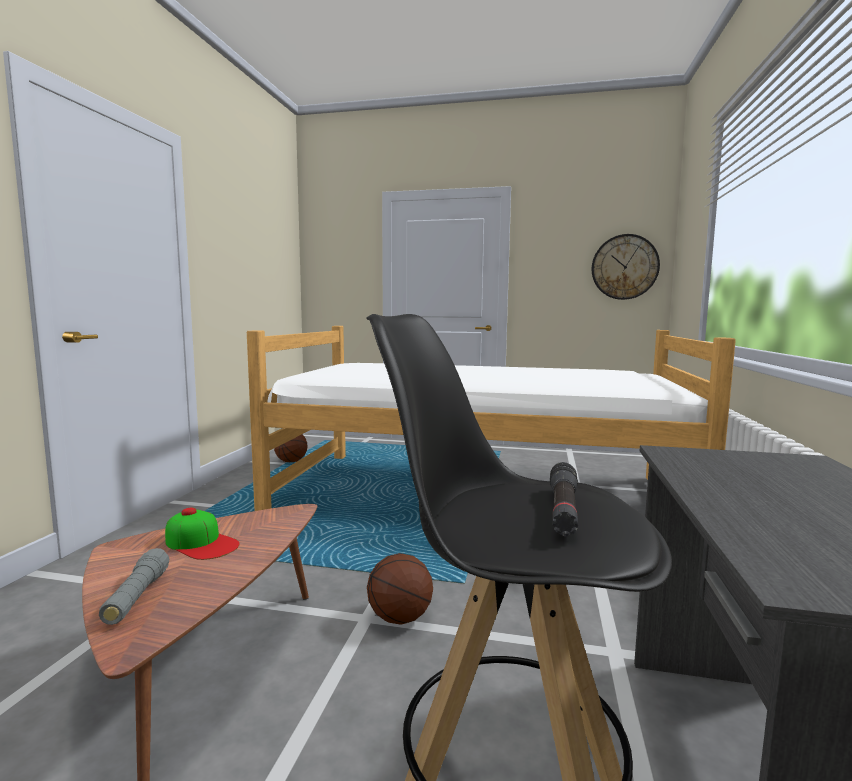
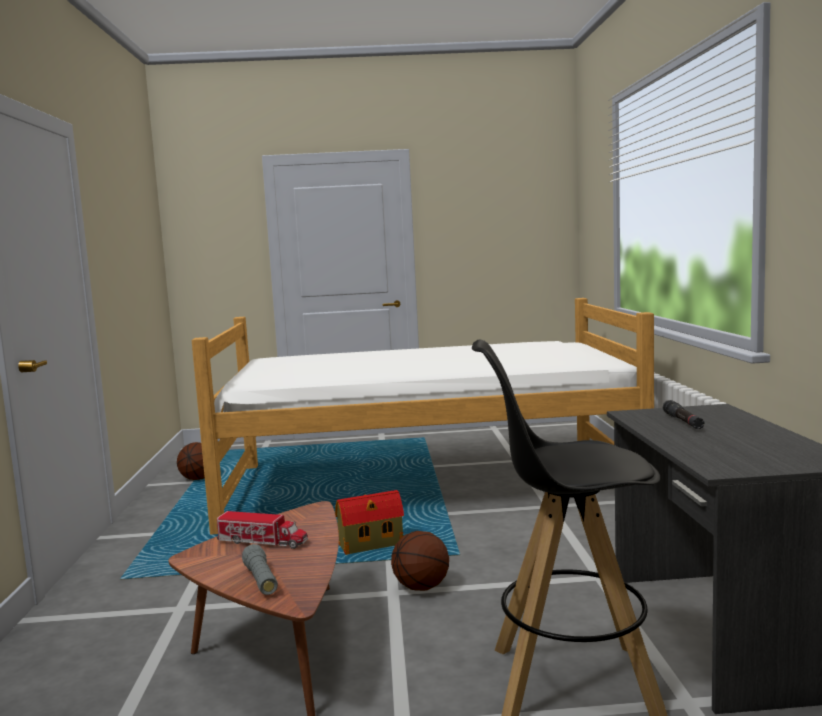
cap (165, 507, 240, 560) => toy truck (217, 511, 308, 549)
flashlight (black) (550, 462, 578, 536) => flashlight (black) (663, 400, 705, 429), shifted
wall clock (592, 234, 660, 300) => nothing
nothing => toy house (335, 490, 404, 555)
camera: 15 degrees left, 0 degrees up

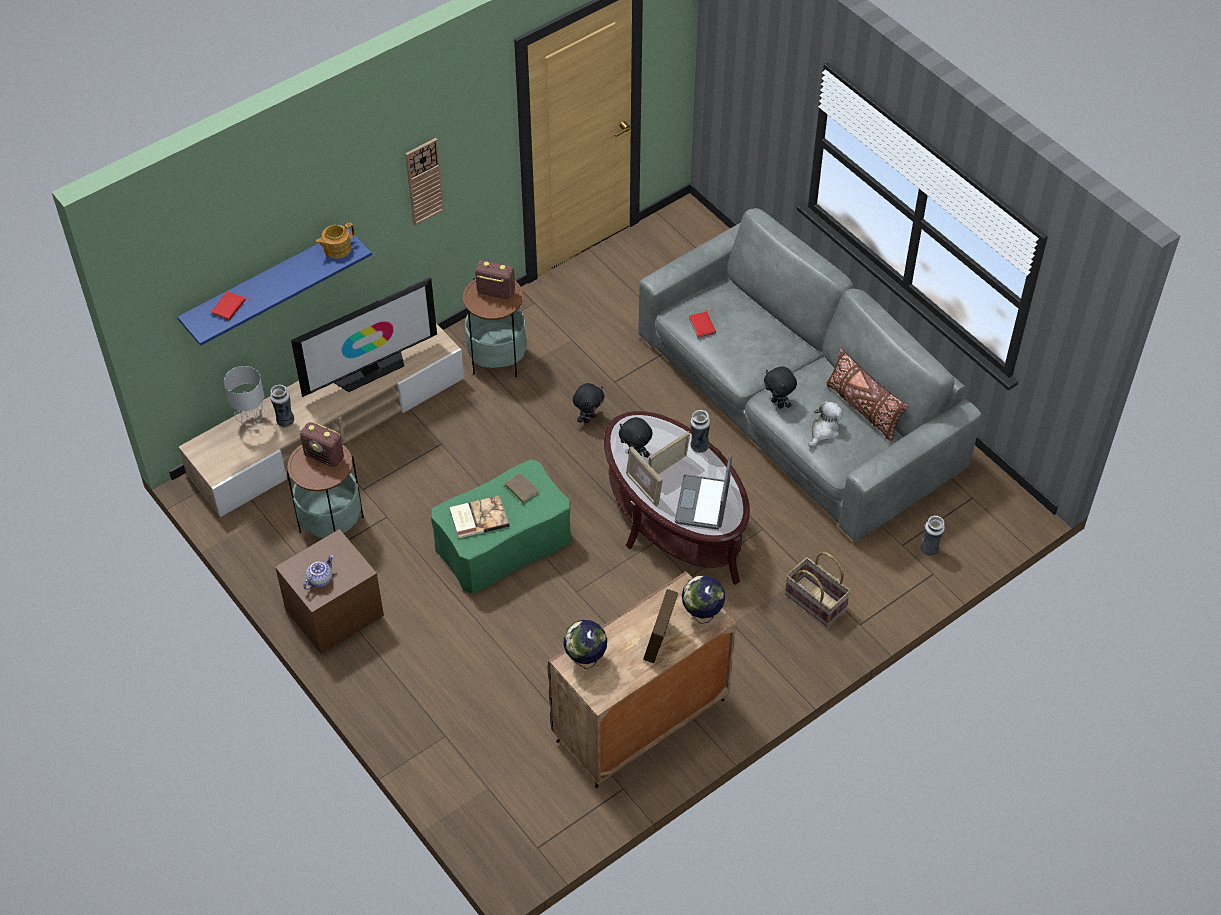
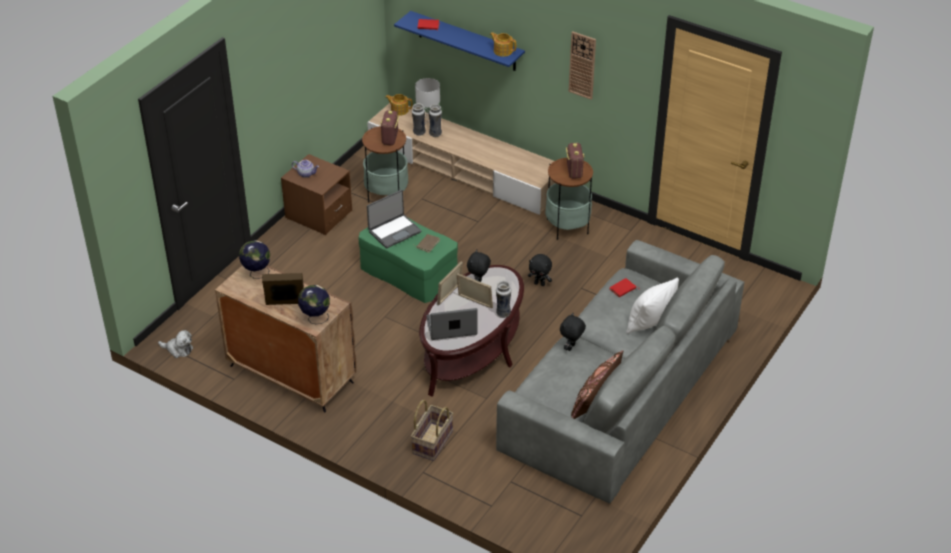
television (291, 277, 437, 397) => nothing
book (450, 495, 509, 539) => laptop (367, 190, 421, 248)
plush toy (808, 401, 843, 447) => plush toy (158, 330, 193, 358), shifted
vase (920, 515, 945, 556) => vase (412, 103, 426, 136), shifted
nothing => teapot (386, 94, 412, 116)
nothing => pillow (white) (626, 278, 679, 334)
camera: 70 degrees right, 10 degrees down

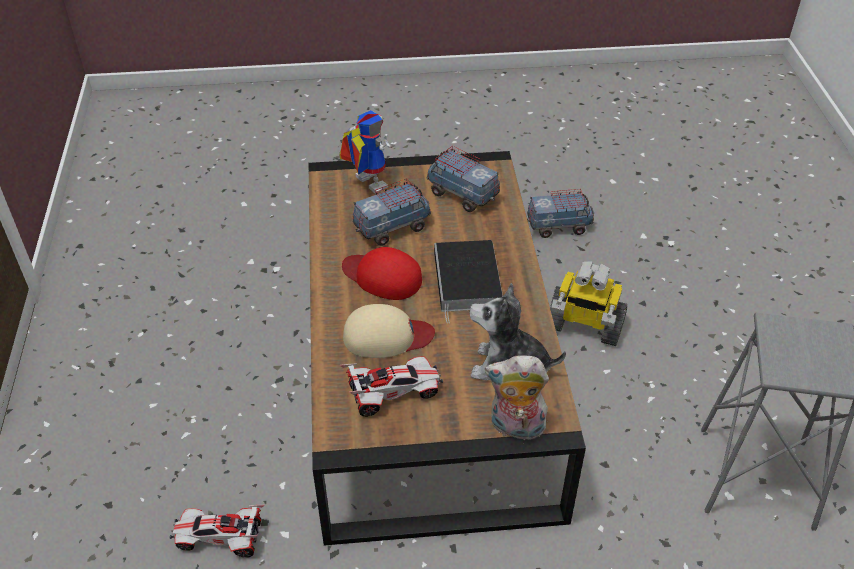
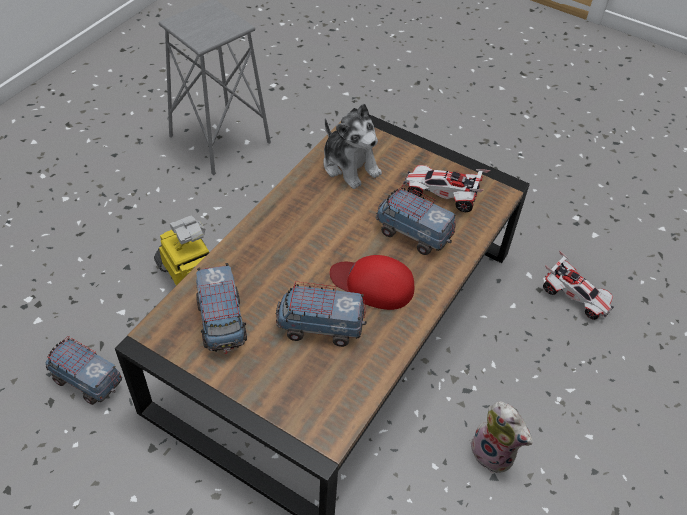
toy robot (339, 110, 394, 193) => nothing
cap (red) (342, 247, 422, 300) => cap (red) (330, 255, 414, 310), 135 degrees clockwise
cap (beige) (343, 304, 435, 358) => toy truck (376, 184, 456, 255)
book (434, 240, 503, 324) => nothing
plush toy (485, 355, 549, 444) => plush toy (471, 401, 533, 473), shifted
camera: 145 degrees left, 5 degrees up

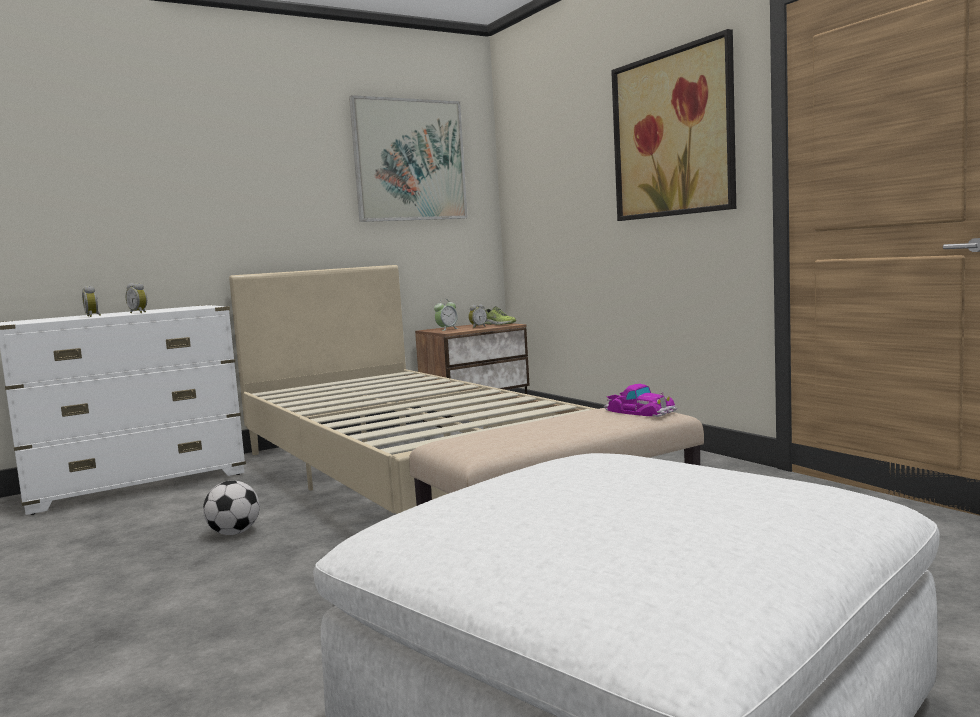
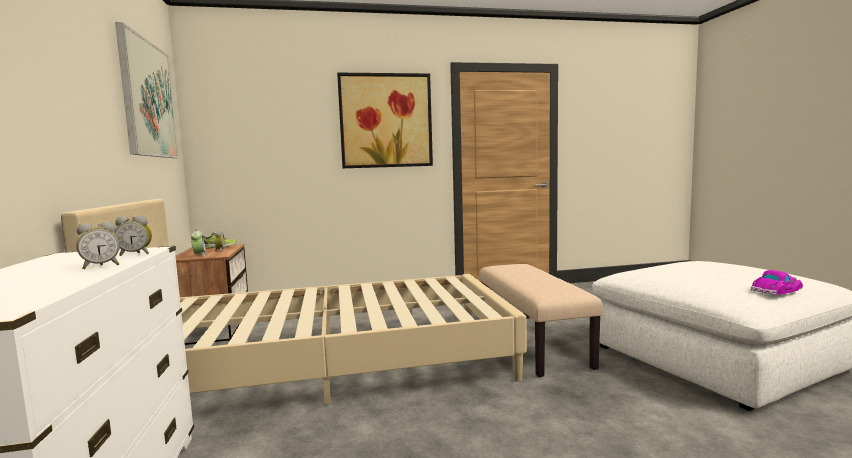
alarm clock (82, 286, 101, 317) => alarm clock (114, 215, 152, 256), shifted
football (203, 480, 260, 535) => nothing
toy car (604, 384, 677, 417) => toy car (751, 270, 803, 295), shifted
camera: 70 degrees left, 0 degrees up

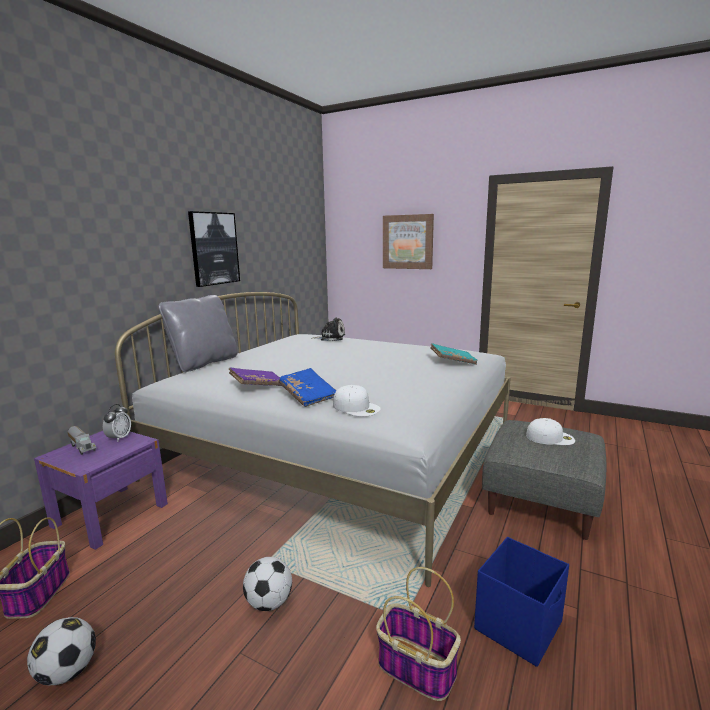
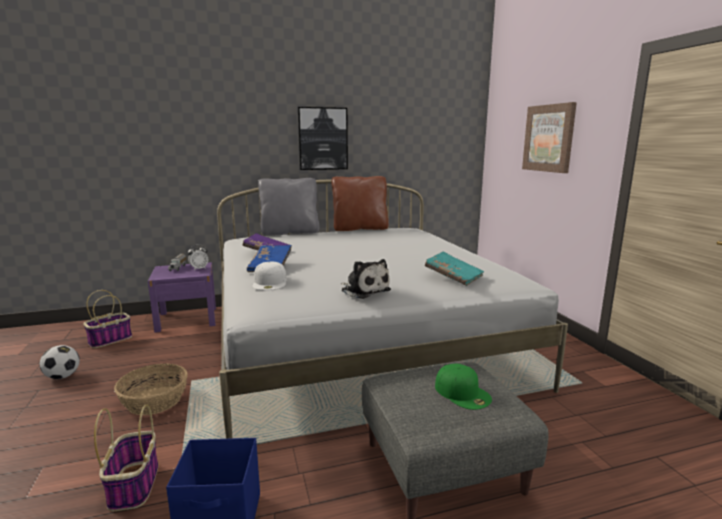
football (243, 557, 292, 611) => basket (114, 363, 188, 415)
plush toy (311, 318, 345, 341) => plush toy (341, 259, 391, 299), shifted
cap (white) (526, 418, 575, 445) => cap (green) (435, 363, 492, 410)
nothing => pillow (brown) (331, 176, 389, 231)
camera: 45 degrees right, 0 degrees up

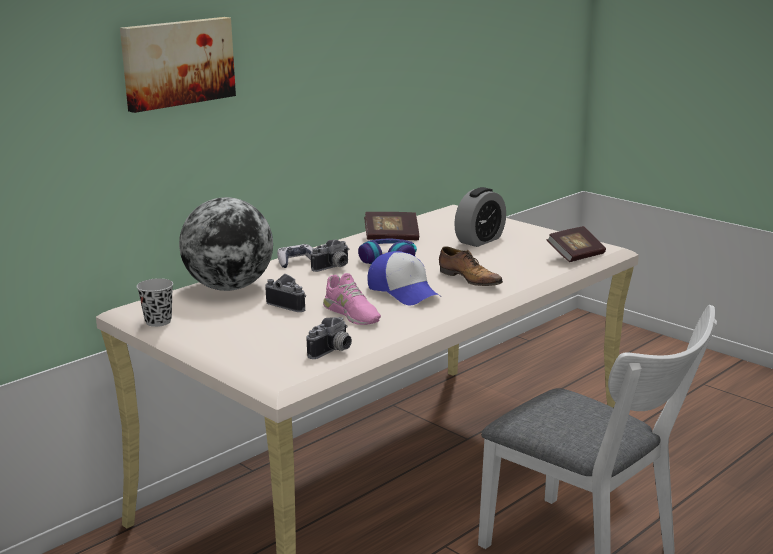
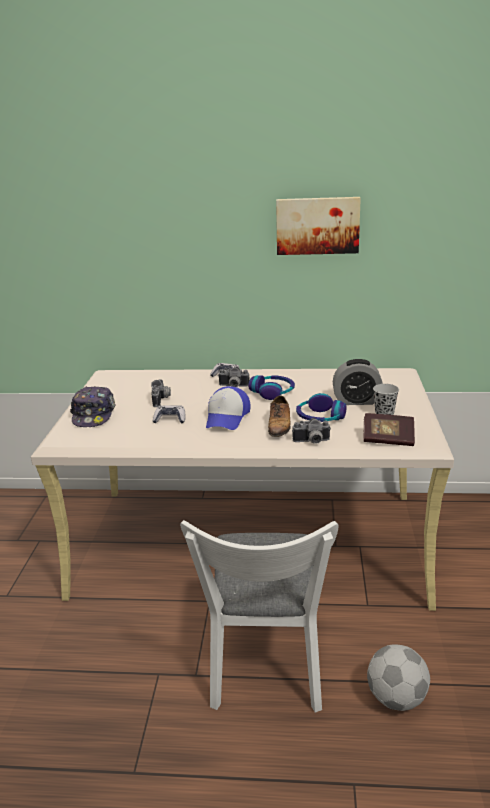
picture (120, 17, 236, 113) => picture (276, 197, 361, 255), shifted
cup (black) (137, 278, 173, 327) => cup (black) (373, 384, 399, 415), shifted
globe (179, 197, 273, 291) => nothing
photo camera (307, 317, 352, 359) => photo camera (292, 418, 331, 444), shifted
shoe (pink) (323, 273, 381, 325) => game controller (153, 405, 185, 423)
book (364, 212, 419, 240) => nothing
nothing => cap (70, 386, 116, 427)
nothing => headphones (296, 393, 347, 422)
nothing => football (367, 644, 430, 711)
camera: 50 degrees right, 5 degrees up

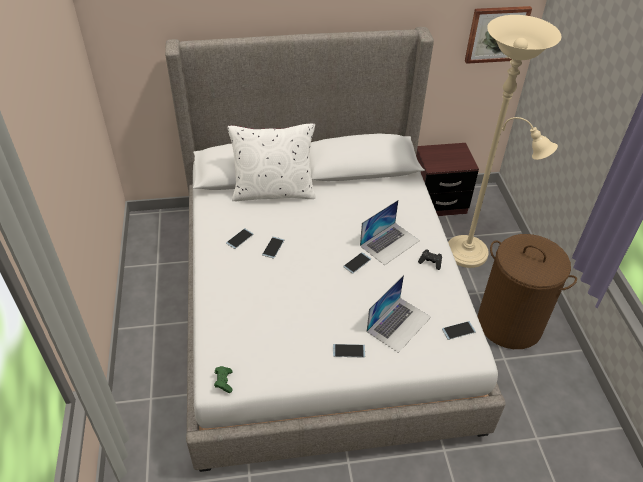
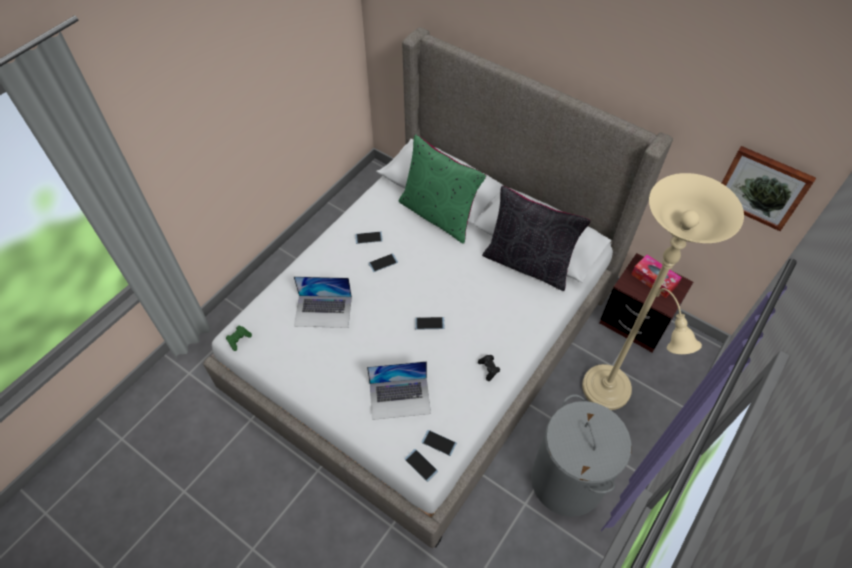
pillow (white) (227, 123, 316, 201) => pillow (green) (398, 134, 486, 244)
phone (333, 344, 365, 358) => phone (405, 449, 438, 482), shifted
laptop (360, 200, 420, 265) => laptop (294, 276, 352, 328), shifted
laundry basket (brown) (478, 234, 577, 349) => laundry basket (grey) (531, 394, 632, 517)
nothing => pillow (black) (482, 186, 591, 291)
nothing => tissue box (631, 255, 682, 298)
camera: 45 degrees right, 10 degrees up

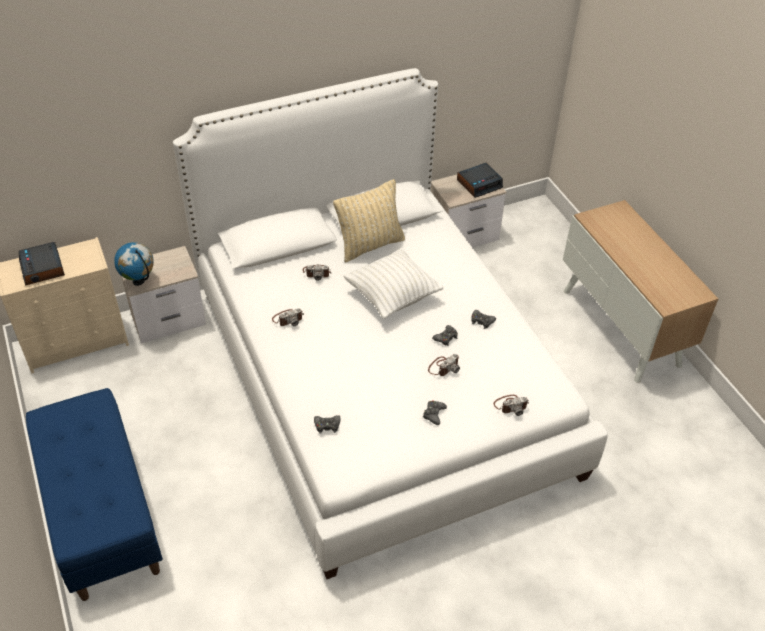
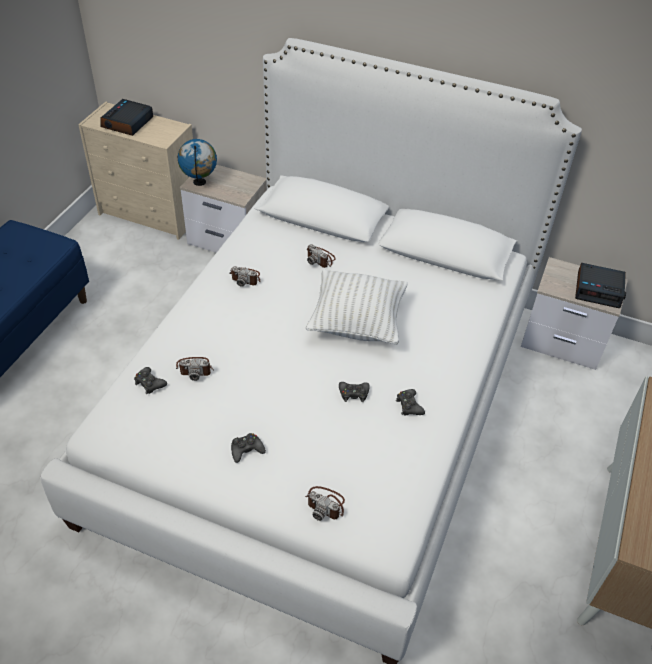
pillow (beige) (333, 179, 405, 262) => nothing
photo camera (428, 354, 460, 376) => photo camera (176, 357, 214, 381), shifted
camera: 45 degrees right, 0 degrees up

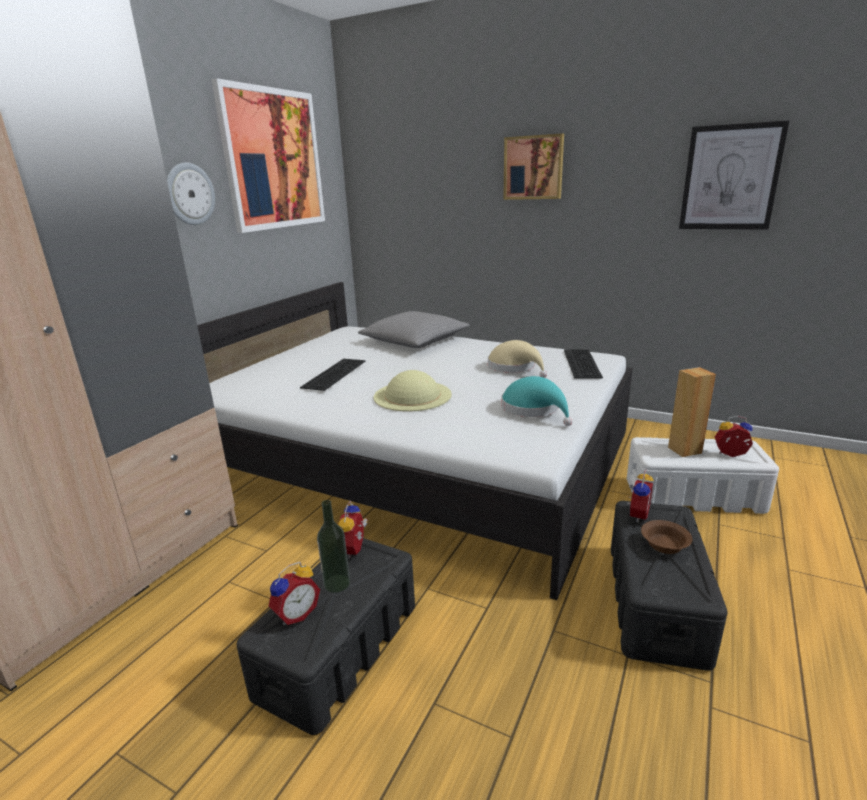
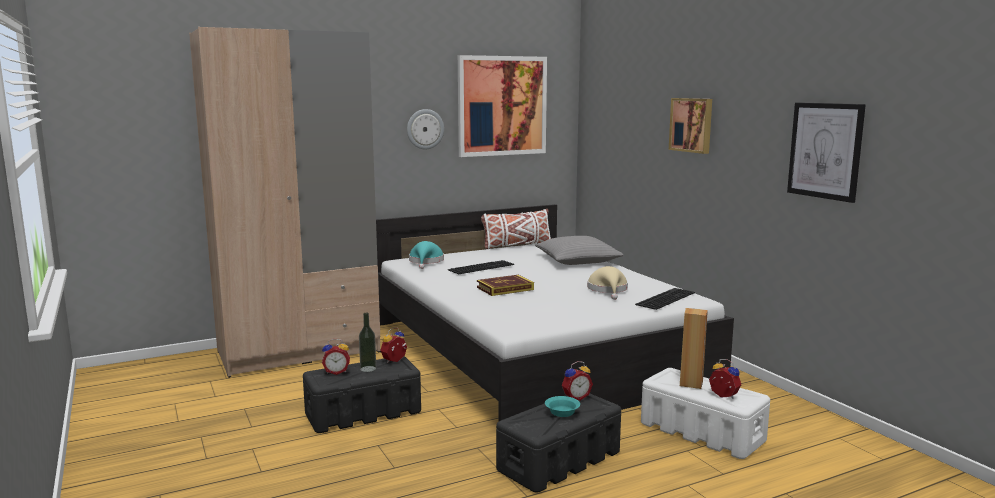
hat (beige) (373, 370, 452, 412) => book (477, 275, 534, 296)
hat (turquoise) (501, 376, 573, 426) => hat (turquoise) (409, 241, 444, 269), shifted
bowl (brown) (641, 520, 692, 554) => bowl (turquoise) (545, 396, 580, 417)
nothing => pillow (white) (481, 209, 551, 249)
camera: 35 degrees right, 10 degrees down

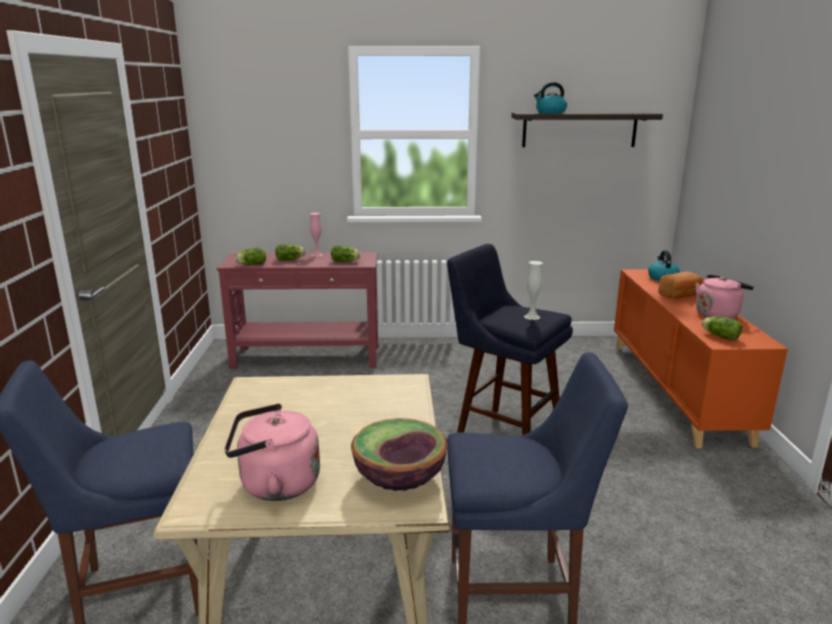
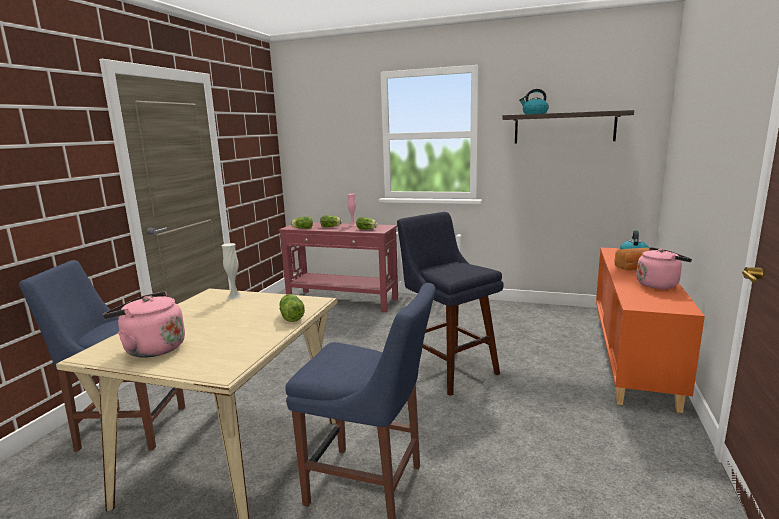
bowl (351, 418, 448, 491) => nothing
vase (white) (524, 261, 543, 320) => vase (white) (221, 243, 243, 299), shifted
lettuce (702, 316, 742, 341) => lettuce (279, 294, 305, 322), shifted
camera: 20 degrees right, 5 degrees down

